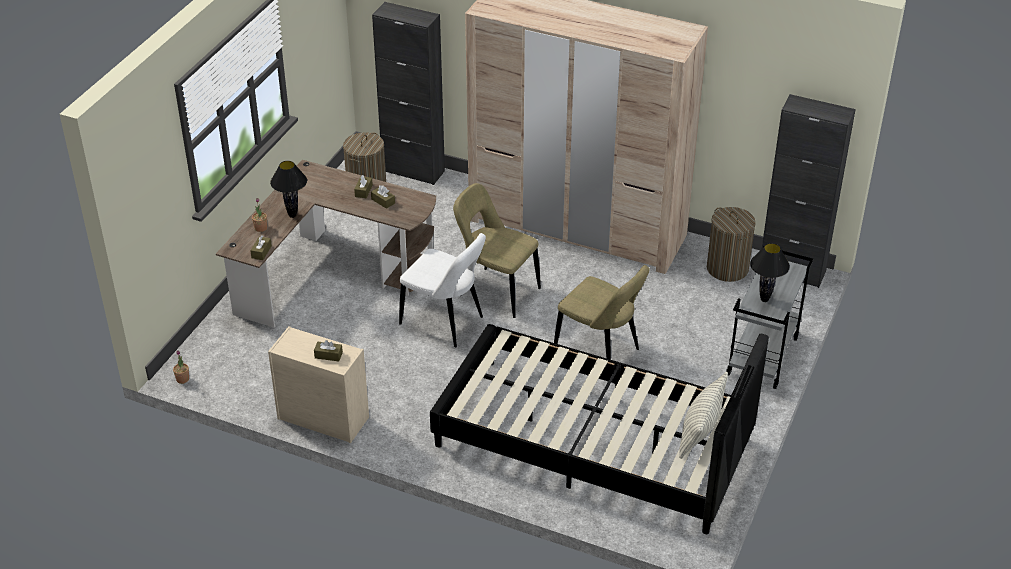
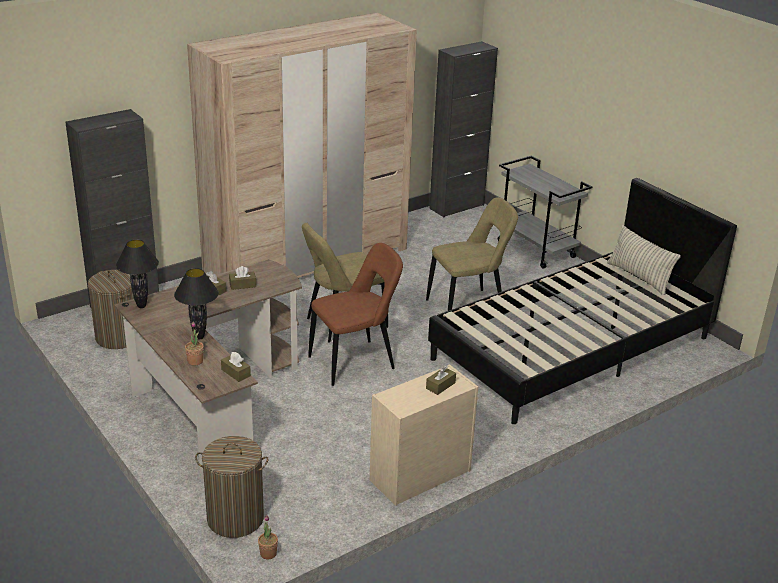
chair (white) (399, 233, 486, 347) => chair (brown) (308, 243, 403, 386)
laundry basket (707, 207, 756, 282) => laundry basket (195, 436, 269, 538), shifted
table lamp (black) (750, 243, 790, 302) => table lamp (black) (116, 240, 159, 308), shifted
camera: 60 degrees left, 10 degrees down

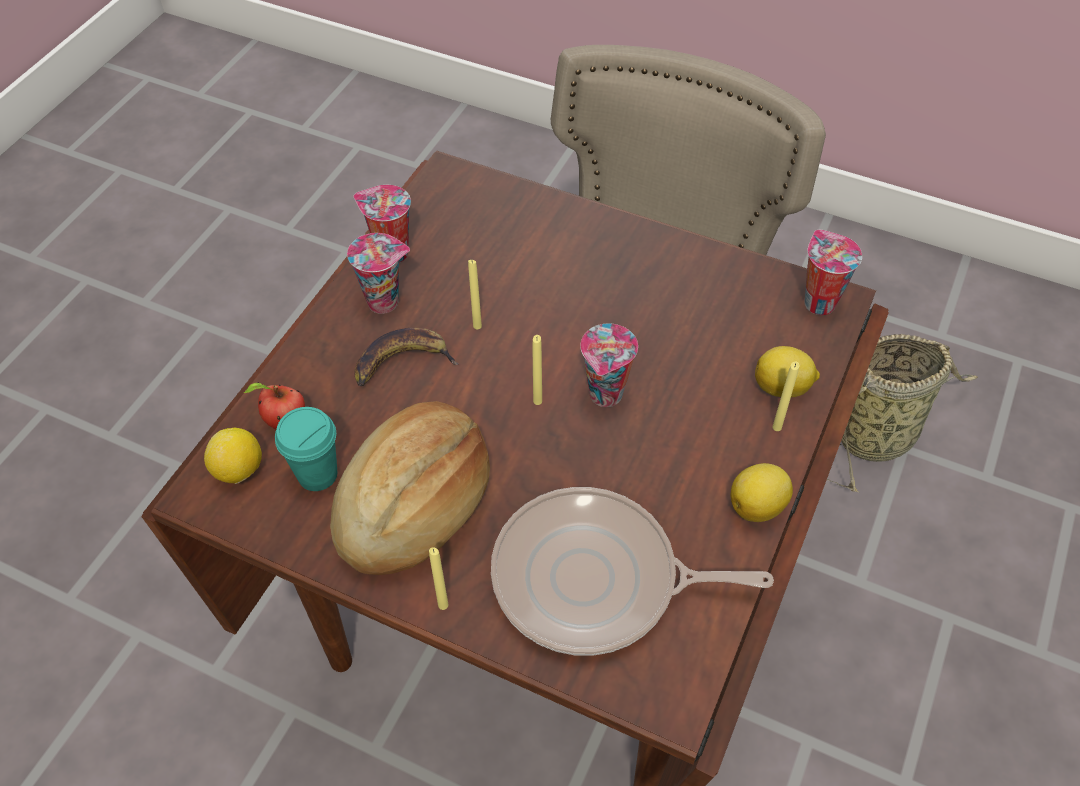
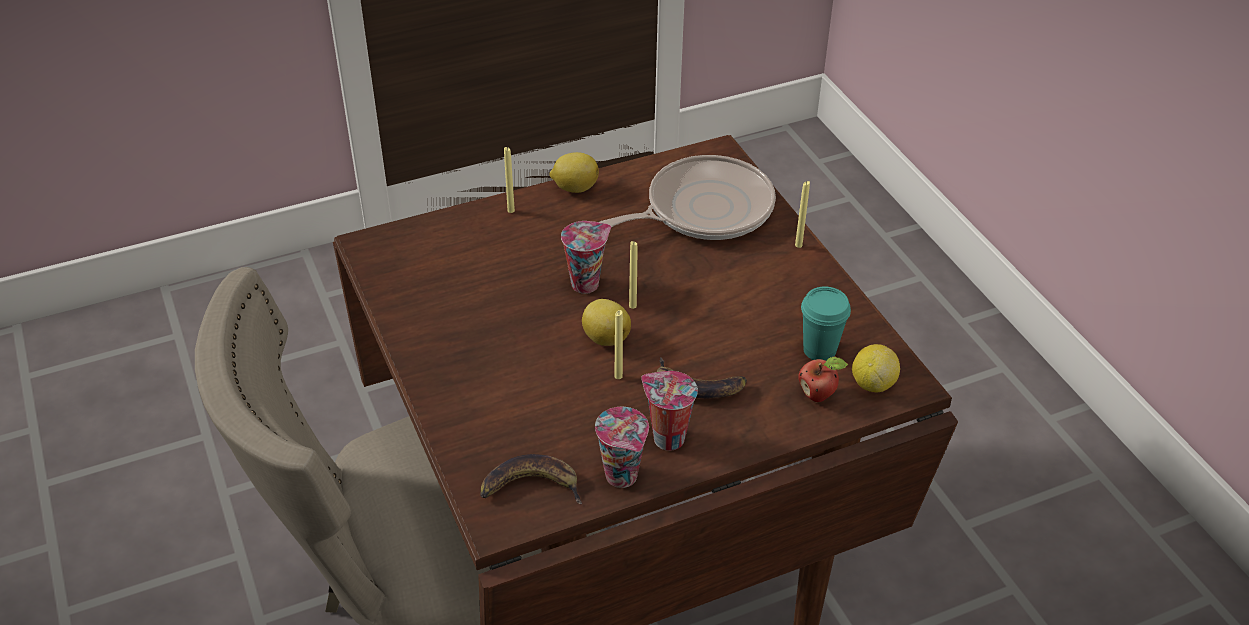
bread (330, 401, 490, 575) => nothing
frying pan (491, 487, 774, 656) => frying pan (600, 155, 776, 240), 75 degrees counterclockwise
lemon (755, 346, 820, 397) => lemon (582, 299, 631, 346), shifted
cup (804, 230, 862, 315) => nothing
basket (827, 334, 978, 493) => nothing
nothing => banana (480, 454, 582, 504)
camera: 140 degrees left, 10 degrees down

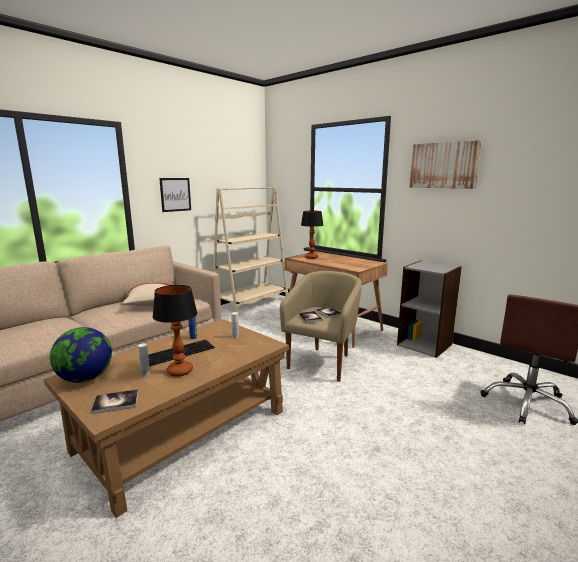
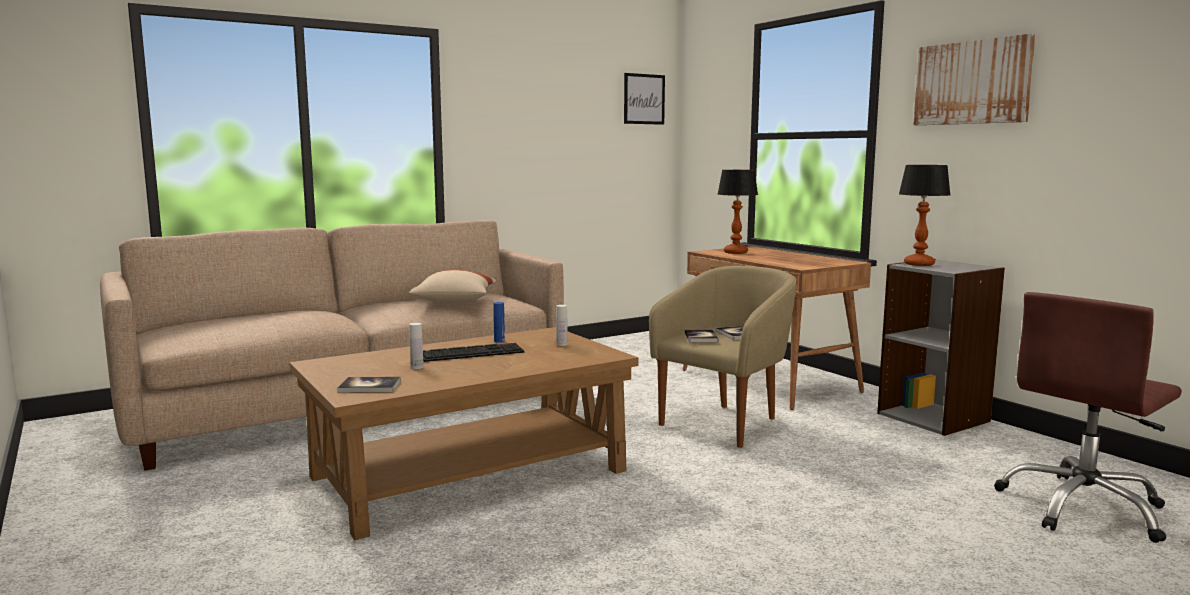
globe (50, 327, 112, 383) => nothing
table lamp (153, 285, 198, 377) => table lamp (899, 165, 951, 266), shifted
picture (159, 178, 191, 212) => picture (624, 73, 665, 125), shifted
bookcase (beige) (213, 187, 288, 313) => nothing
camera: 15 degrees right, 5 degrees down

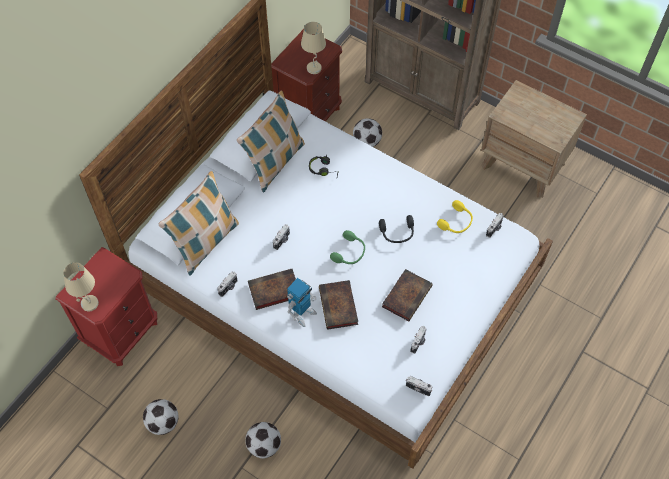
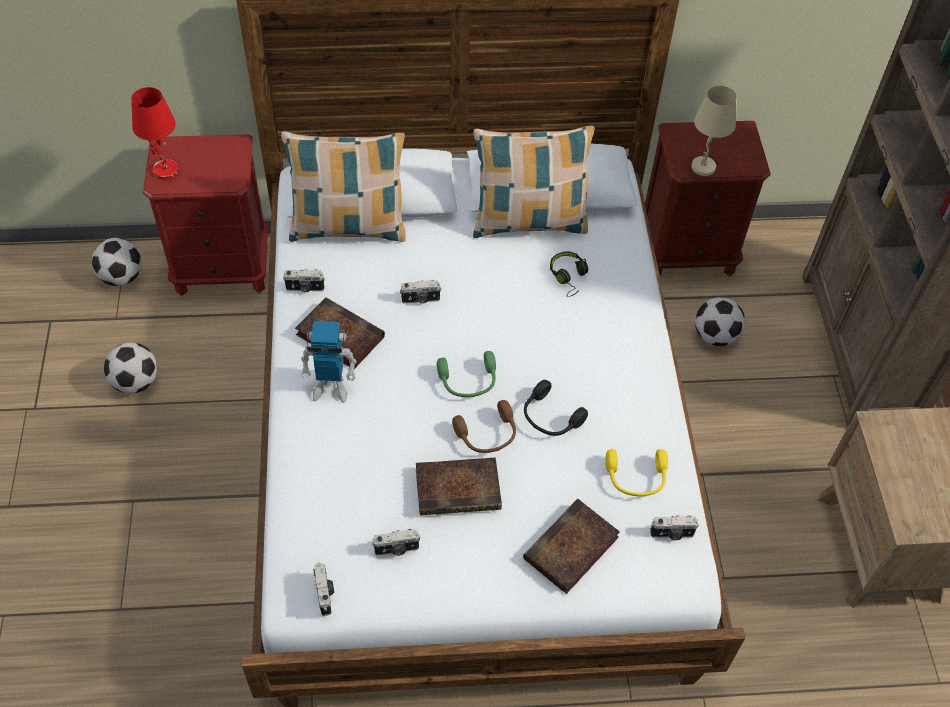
table lamp (beige) (63, 262, 99, 311) => table lamp (red) (131, 87, 178, 180)
football (246, 422, 281, 458) => football (92, 238, 142, 286), shifted
book (319, 280, 358, 330) => book (523, 499, 620, 594), shifted
nothing => headphones (brown) (452, 400, 516, 453)
camera: 50 degrees right, 5 degrees down

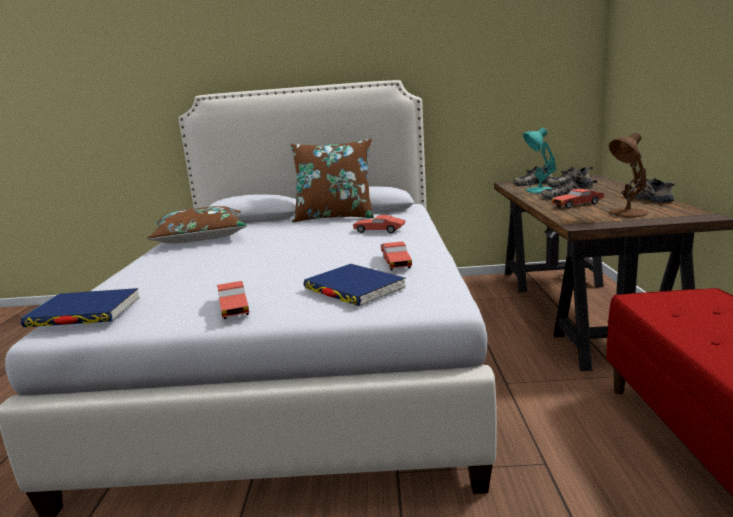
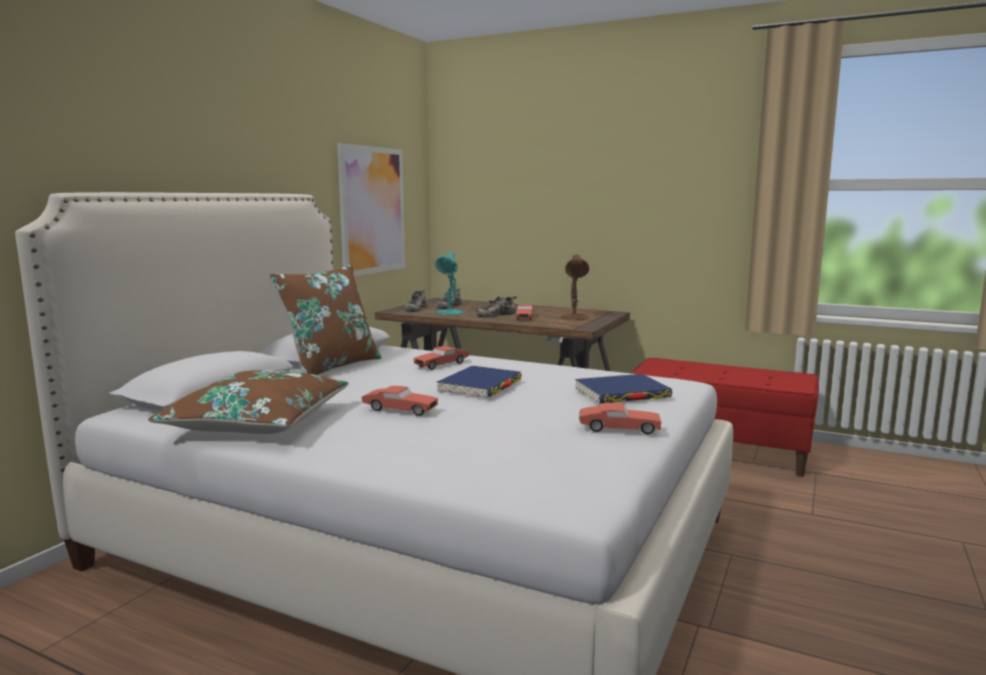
book (blue) (21, 288, 139, 327) => book (blue) (437, 366, 522, 398), shifted
toy car (red) (381, 241, 412, 270) => toy car (red) (361, 386, 438, 416), shifted
shoe (632, 178, 675, 203) => nothing
nothing => picture (337, 143, 405, 276)
camera: 65 degrees left, 5 degrees down

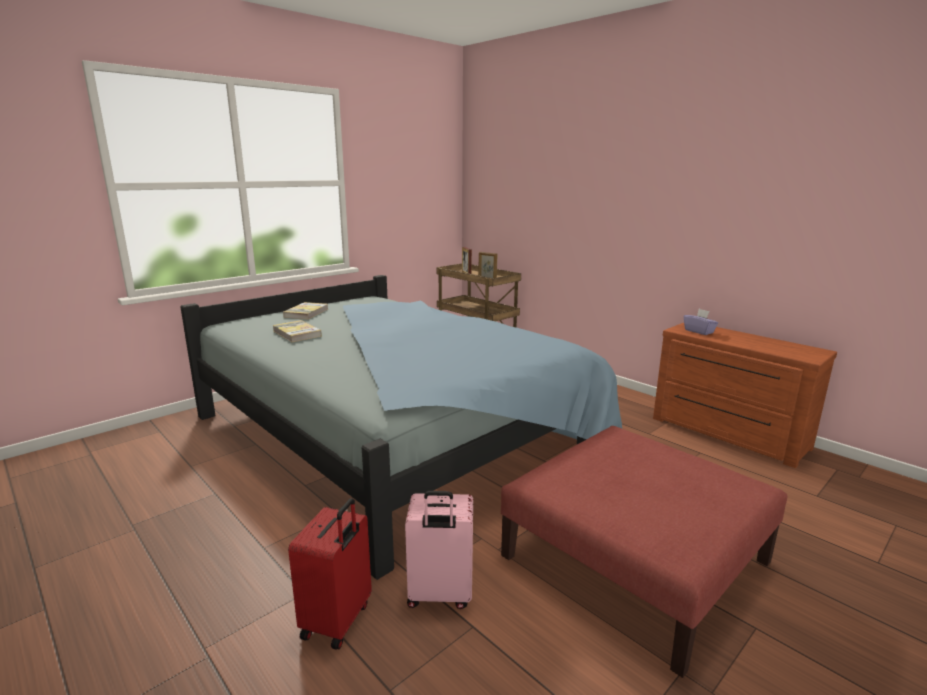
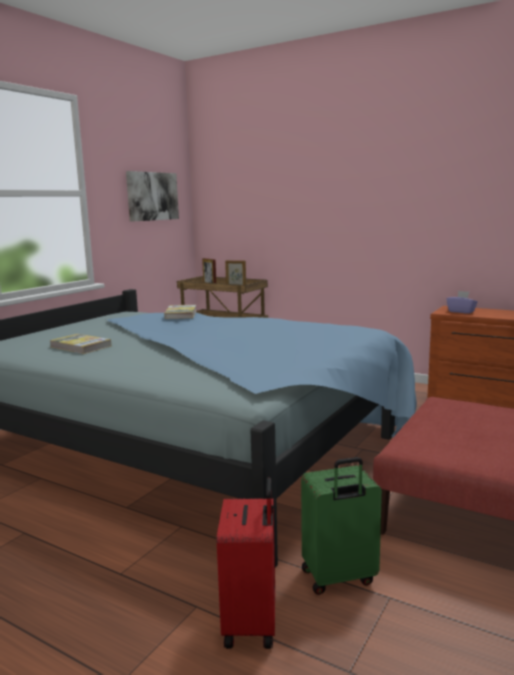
book (283, 302, 328, 319) => book (164, 305, 196, 319), shifted
suitcase (pink) (405, 491, 473, 609) => suitcase (green) (301, 457, 382, 595)
nothing => picture (126, 171, 179, 222)
camera: 15 degrees left, 5 degrees down

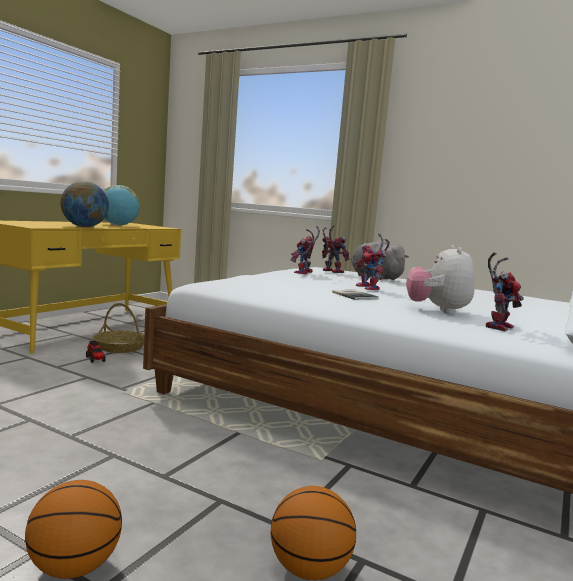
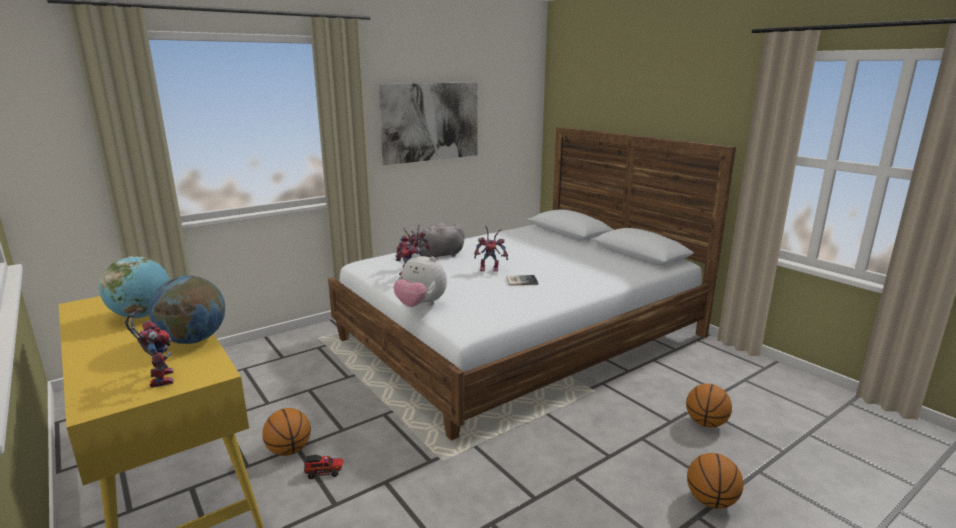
basket (93, 303, 144, 353) => basketball (262, 408, 311, 456)
plush toy (406, 245, 475, 314) => plush toy (394, 253, 447, 307), shifted
toy robot (486, 252, 524, 331) => toy robot (125, 308, 173, 388), shifted
nothing => picture (378, 82, 478, 165)
camera: 65 degrees left, 10 degrees up

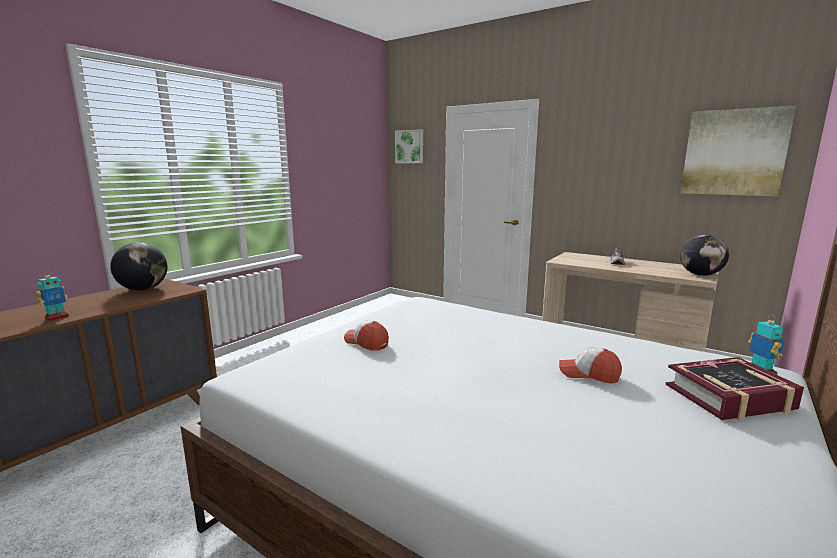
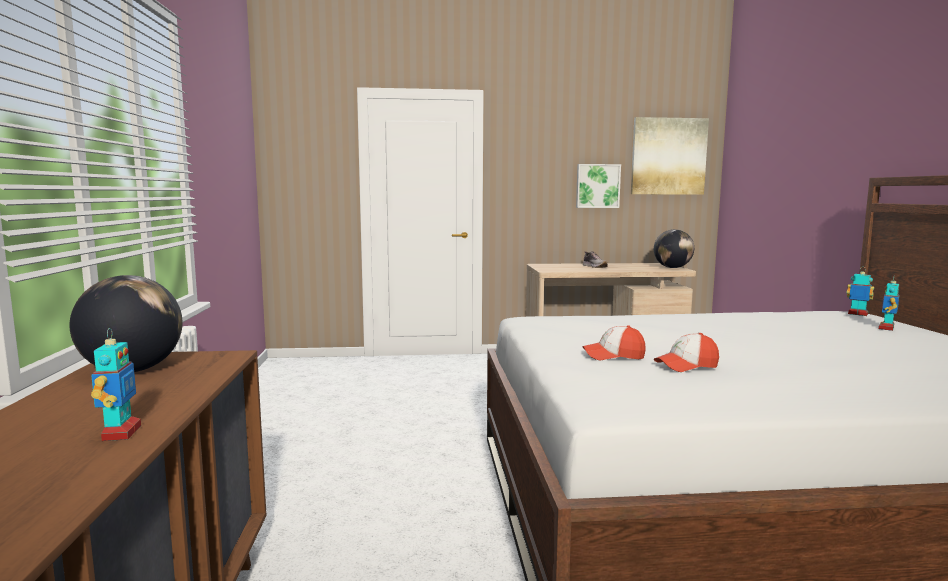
picture (395, 129, 423, 163) => picture (576, 164, 621, 208), shifted
cap (559, 347, 622, 384) => cap (654, 333, 719, 372), shifted
book (666, 357, 804, 420) => toy robot (879, 279, 899, 331)
camera: 40 degrees left, 5 degrees down

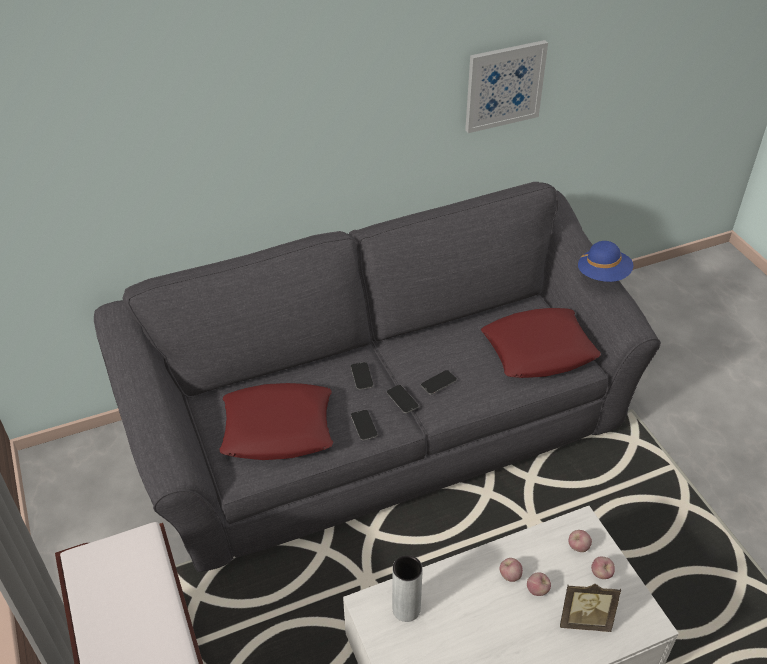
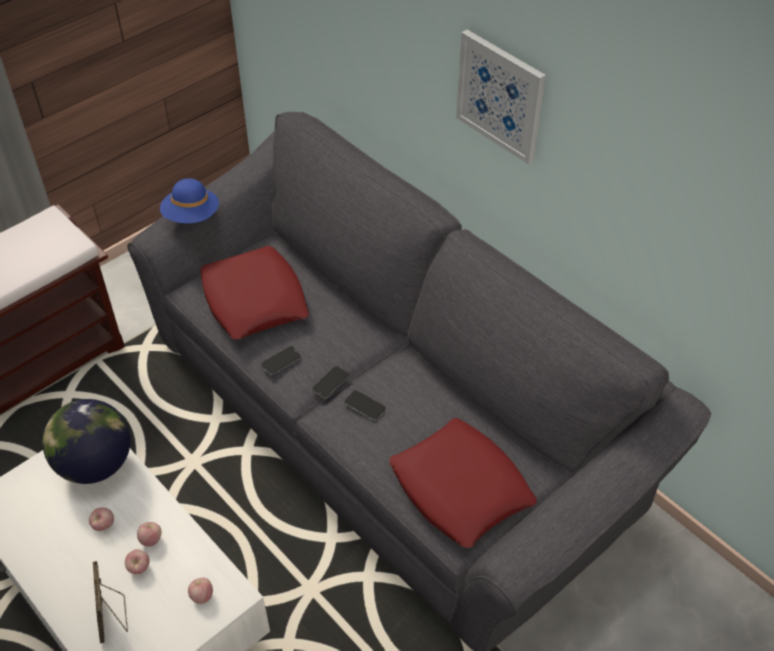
phone (351, 362, 374, 390) => nothing
vase (grey) (392, 555, 423, 622) => globe (43, 399, 131, 484)
picture (465, 40, 548, 133) => picture (456, 30, 546, 165), shifted
hat (blue) (578, 241, 634, 282) => hat (blue) (160, 178, 219, 223), shifted
apple (591, 557, 615, 579) => apple (89, 507, 114, 531), shifted
camera: 70 degrees right, 5 degrees up

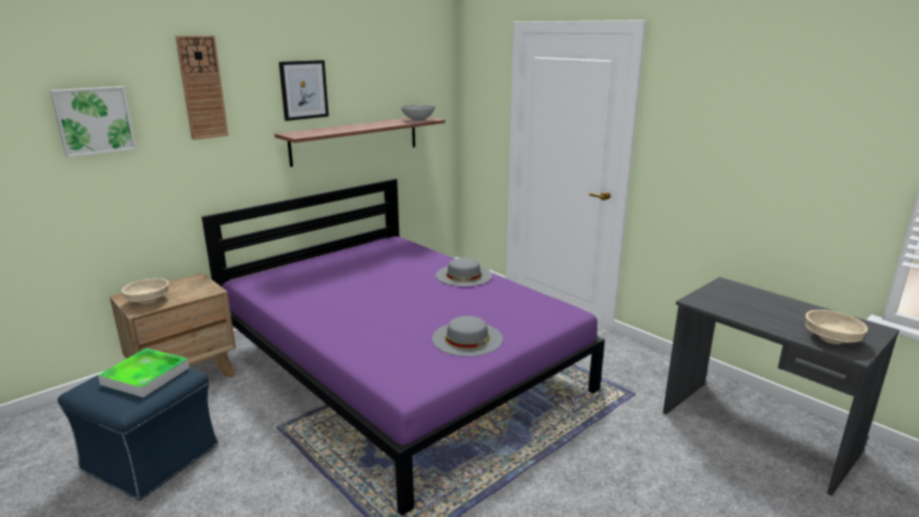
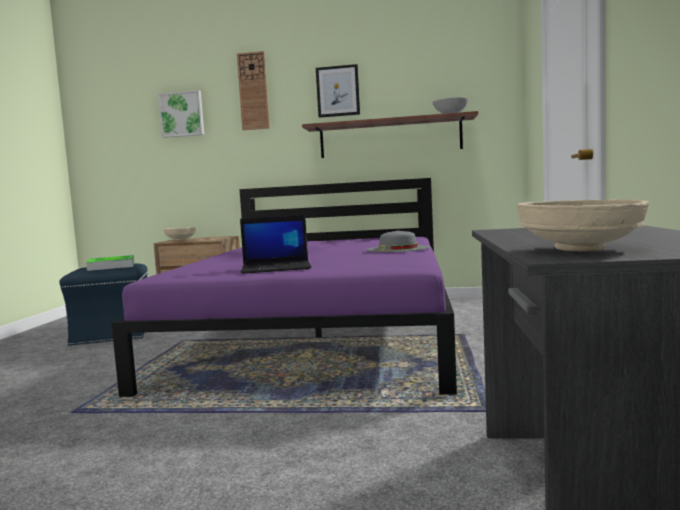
hat (grey) (432, 316, 503, 356) => laptop (240, 215, 311, 274)
camera: 50 degrees right, 15 degrees down

